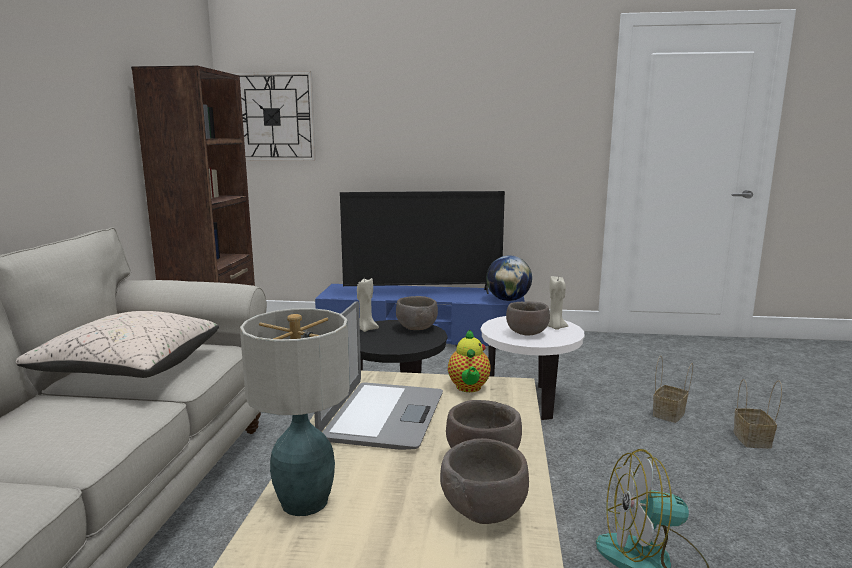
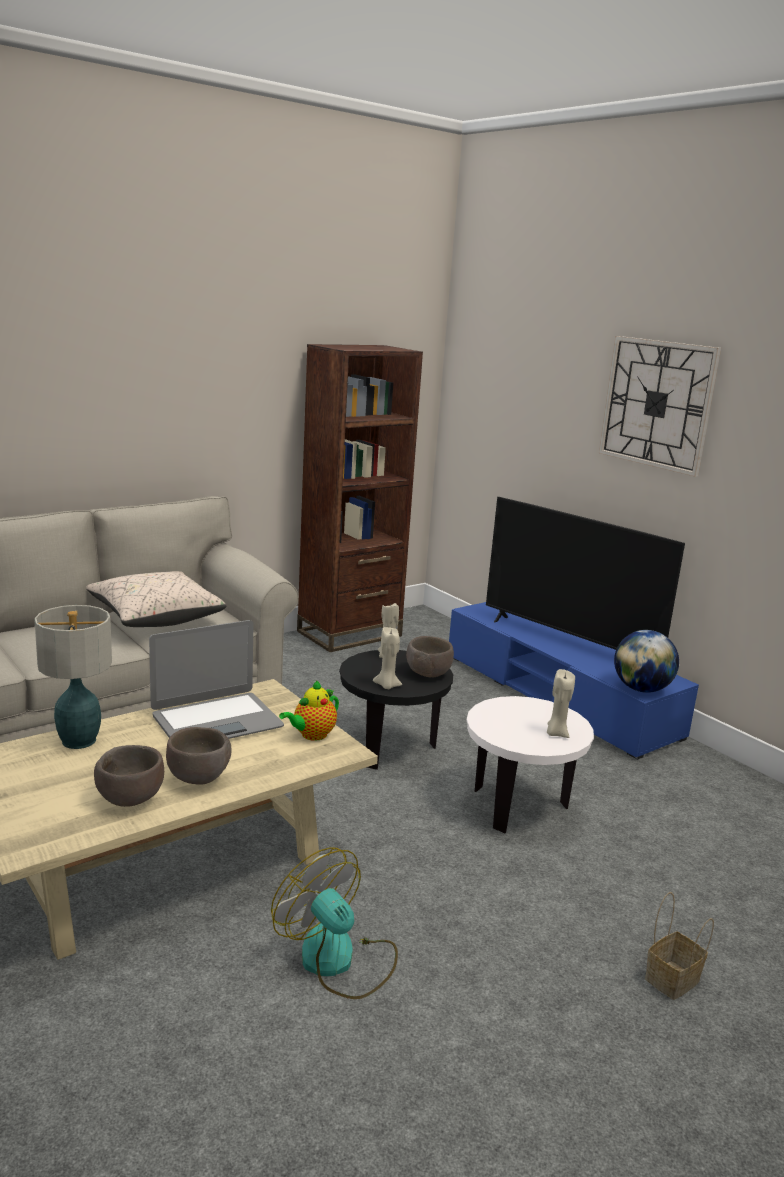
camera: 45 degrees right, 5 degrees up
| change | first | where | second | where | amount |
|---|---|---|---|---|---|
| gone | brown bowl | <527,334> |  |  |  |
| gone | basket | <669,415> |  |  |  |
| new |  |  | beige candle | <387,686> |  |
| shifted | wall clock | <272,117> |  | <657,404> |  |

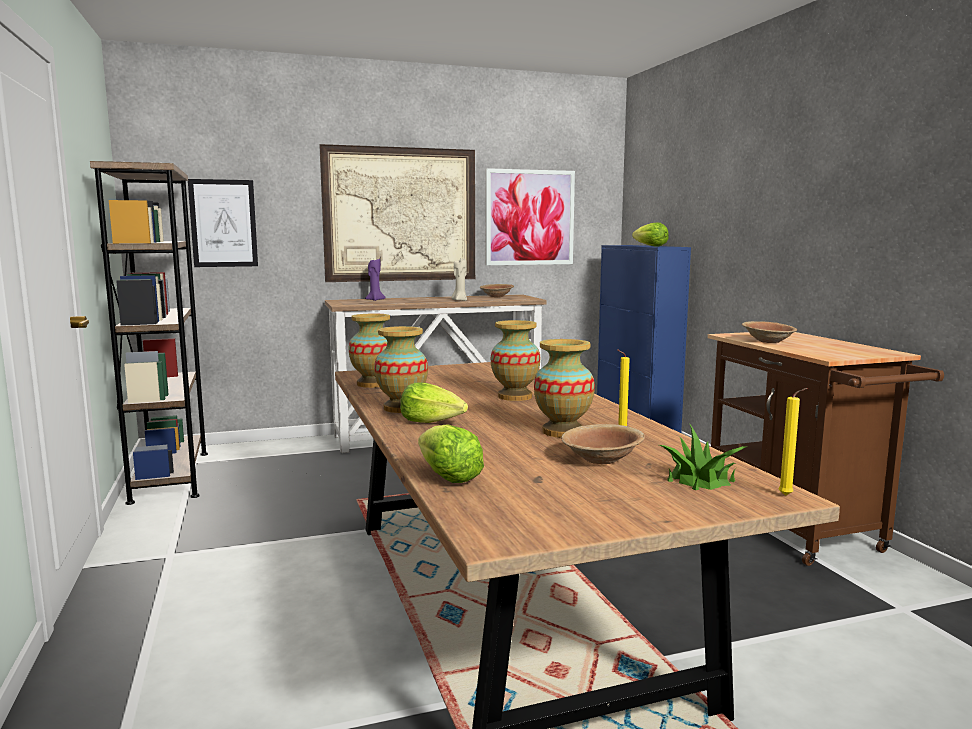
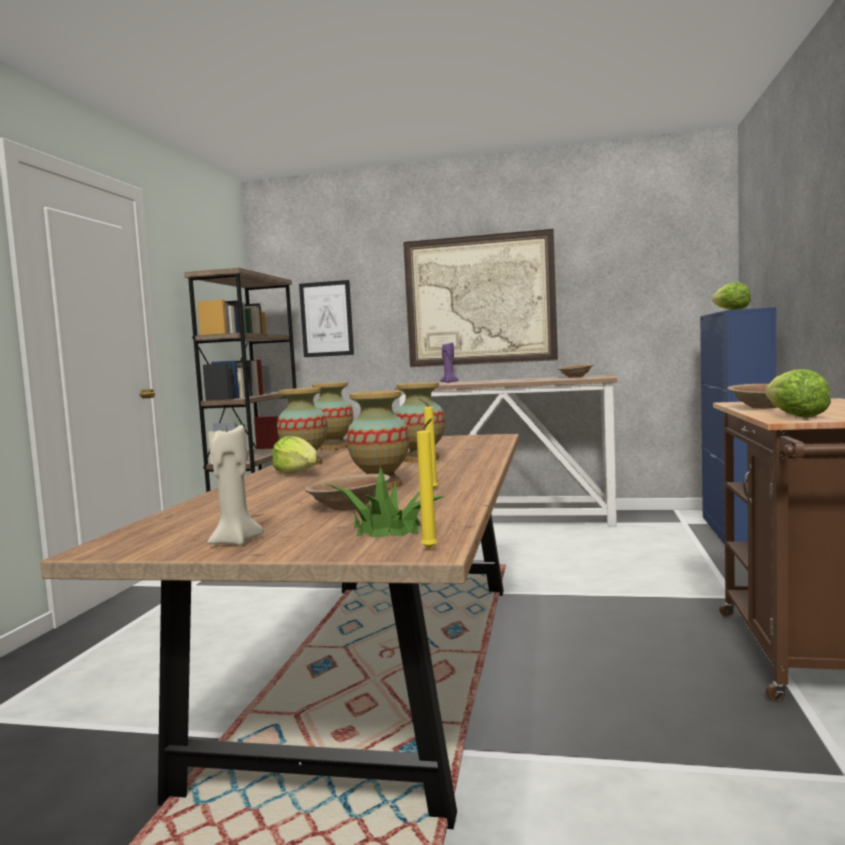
camera: 30 degrees right, 5 degrees down
| change | first | where | second | where | amount |
|---|---|---|---|---|---|
| gone | picture | <530,217> |  |  |  |
| shifted | lettuce | <448,477> |  | <794,416> |  |
| shifted | beige candle | <459,300> |  | <235,542> |  |

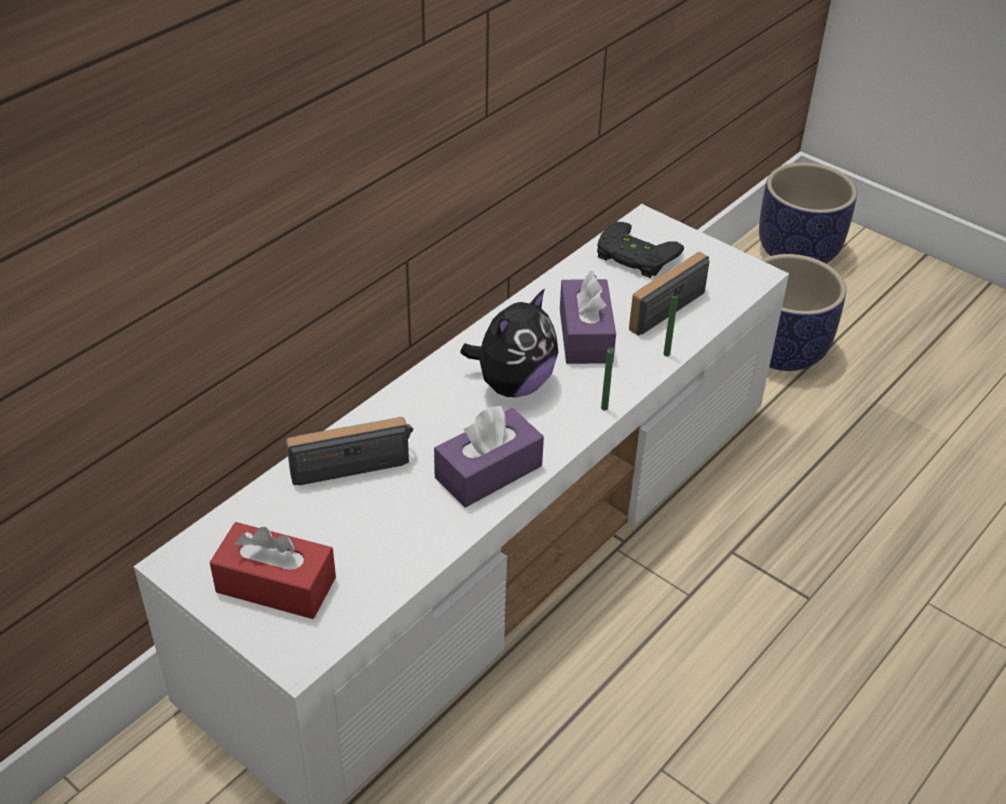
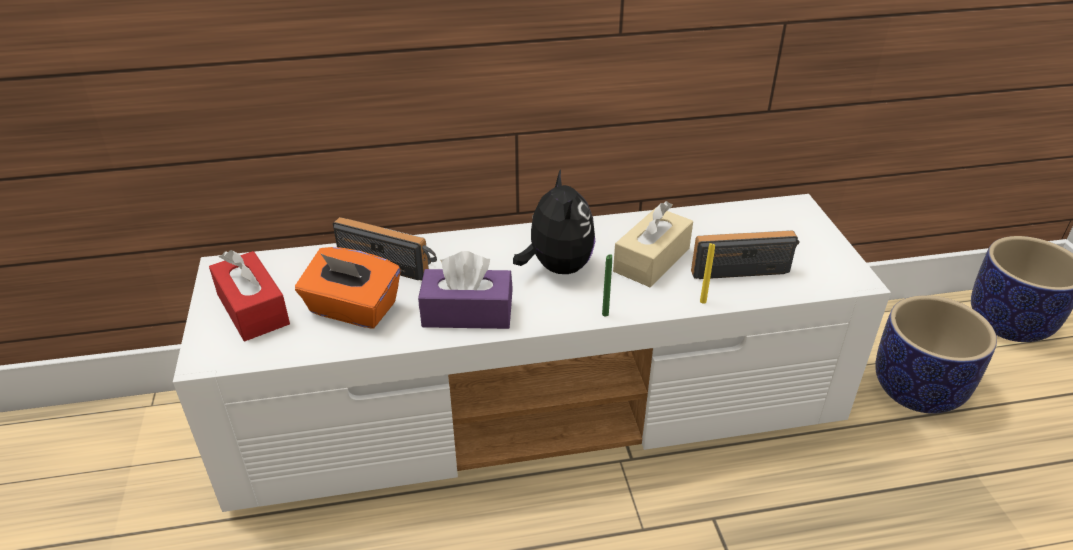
camera: 40 degrees right, 5 degrees down
| change | first | where | second | where | amount |
|---|---|---|---|---|---|
| gone | black game controller | <633,257> |  |  |  |
| new |  |  | orange tissue box | <352,309> |  |
| repainted | purple tissue box | <585,335> | beige tissue box | <651,260> |  |
| repainted | green candle | <666,354> | yellow candle | <703,301> |  |
| rotated | plush toy | <513,384> |  | <556,267> | 90 degrees counterclockwise |

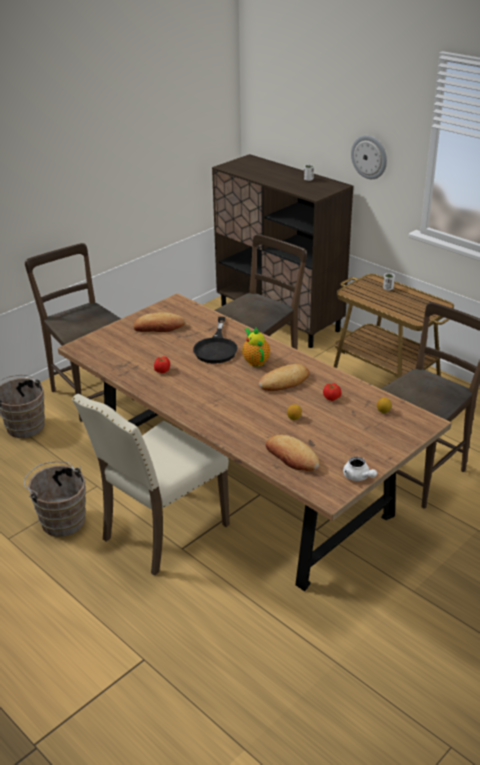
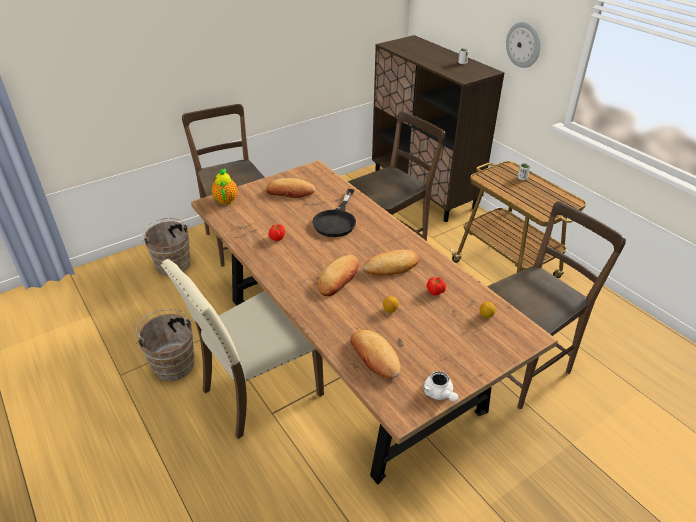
camera: 10 degrees right, 5 degrees up
| change | first | where | second | where | amount |
|---|---|---|---|---|---|
| new |  |  | bread | <339,278> |  |
| shifted | teapot | <255,361> |  | <226,199> |  |

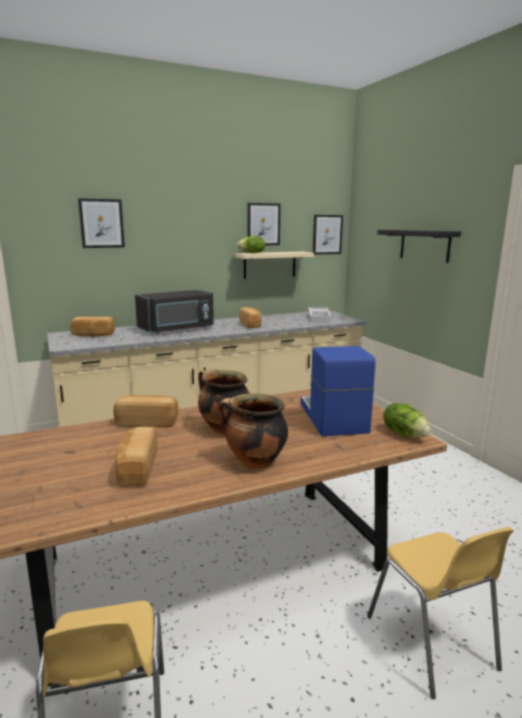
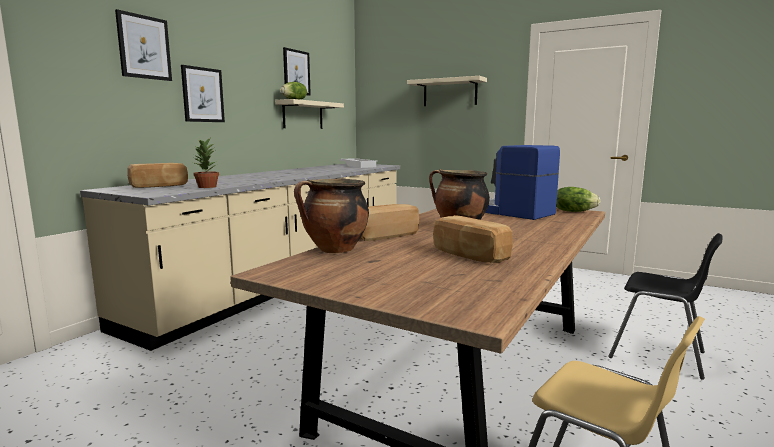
camera: 35 degrees left, 5 degrees down
| change | first | where | second | where | amount |
|---|---|---|---|---|---|
| gone | black microwave | <177,329> |  |  |  |
| gone | bread | <250,325> |  |  |  |
| new |  |  | potted plant | <207,187> |  |
| shifted | cooking pot | <254,462> |  | <334,250> |  |
| shifted | picture | <327,234> |  | <202,95> |  |
| repainted | yellow chair | <431,643> | black chair | <658,355> |  |
| repainted | black shelf | <424,245> | beige shelf | <450,92> |  |

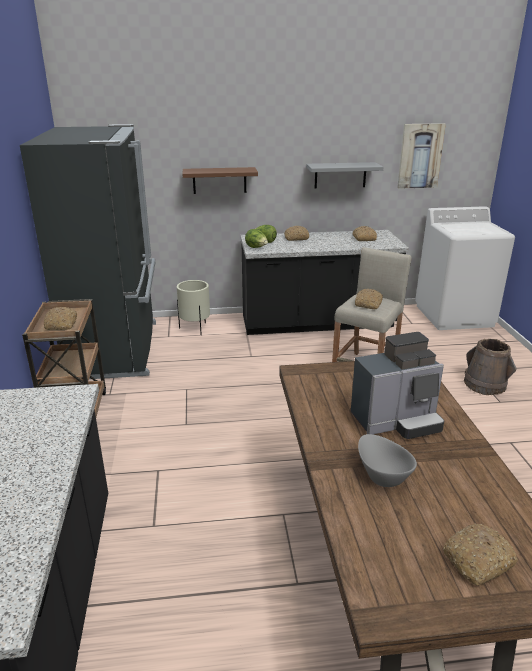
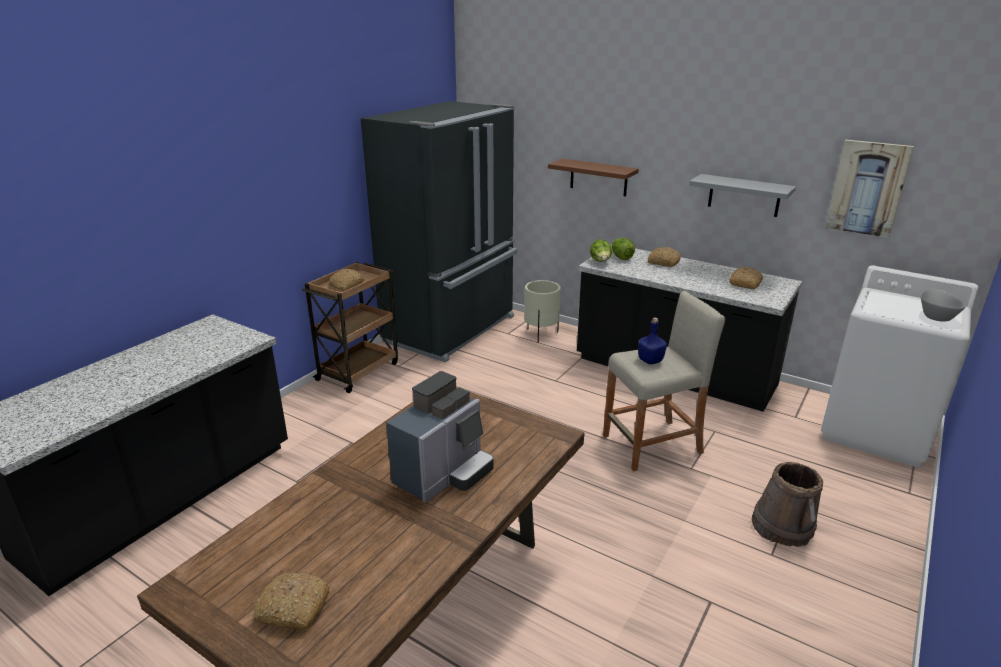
camera: 40 degrees right, 0 degrees up
| change | first | where | second | where | amount |
|---|---|---|---|---|---|
| shifted | grey bowl | <382,475> |  | <936,316> |  |
| swapped | bread | <368,304> | blue bottle | <650,361> |  |
| rotated | coffee machine | <397,421> |  | <444,474> | 75 degrees counterclockwise |

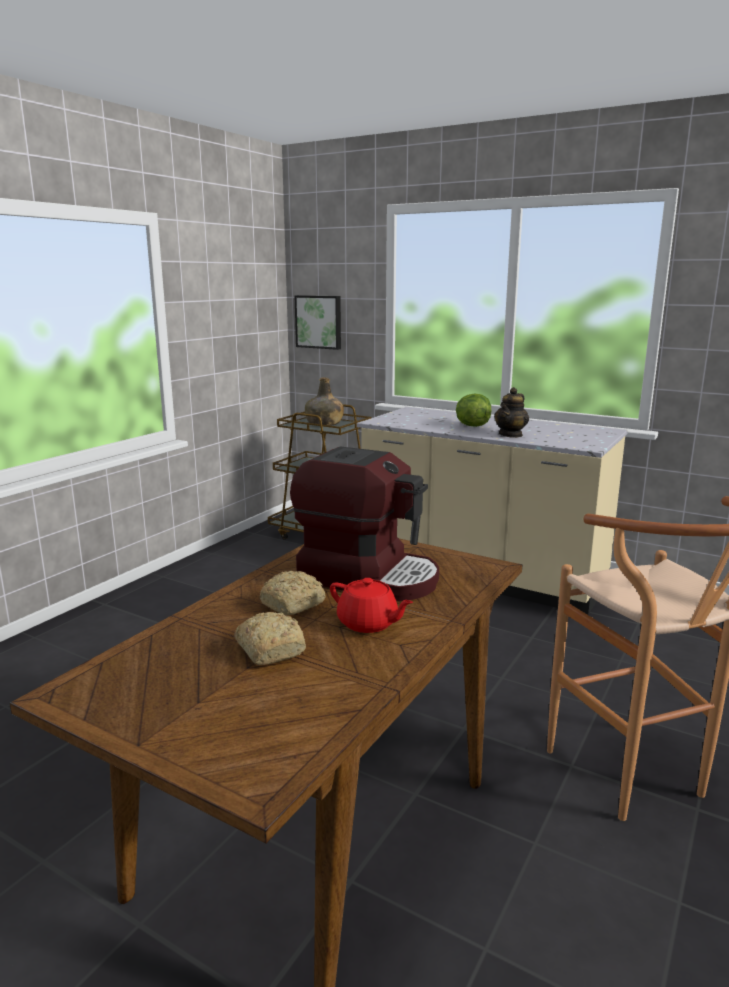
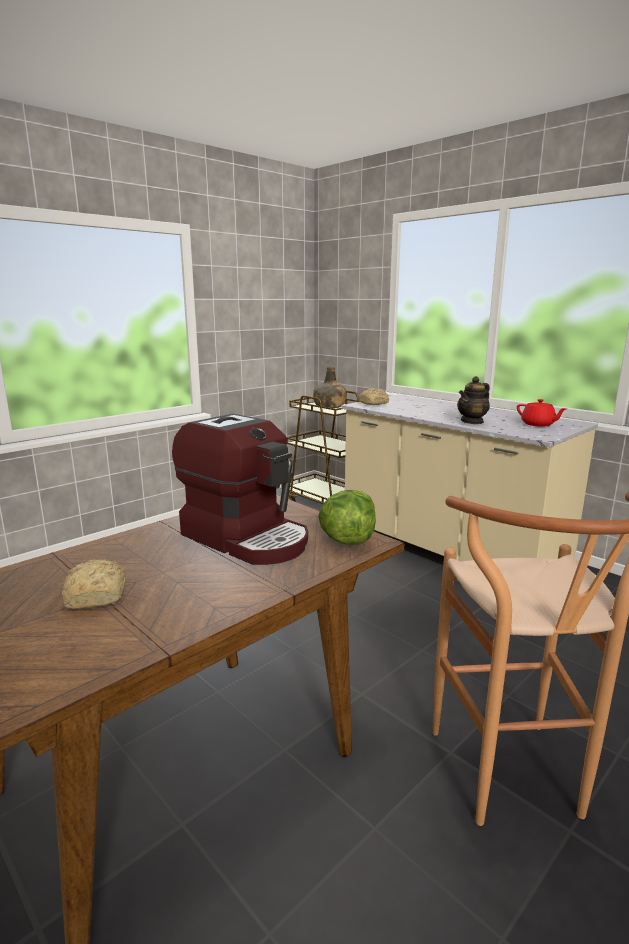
camera: 15 degrees right, 0 degrees up
| change | first | where | second | where | amount |
|---|---|---|---|---|---|
| gone | picture | <319,322> |  |  |  |
| shifted | bread | <294,604> |  | <374,403> |  |
| shifted | red teapot | <368,623> |  | <538,424> |  |
| shifted | lettuce | <472,425> |  | <347,540> |  |

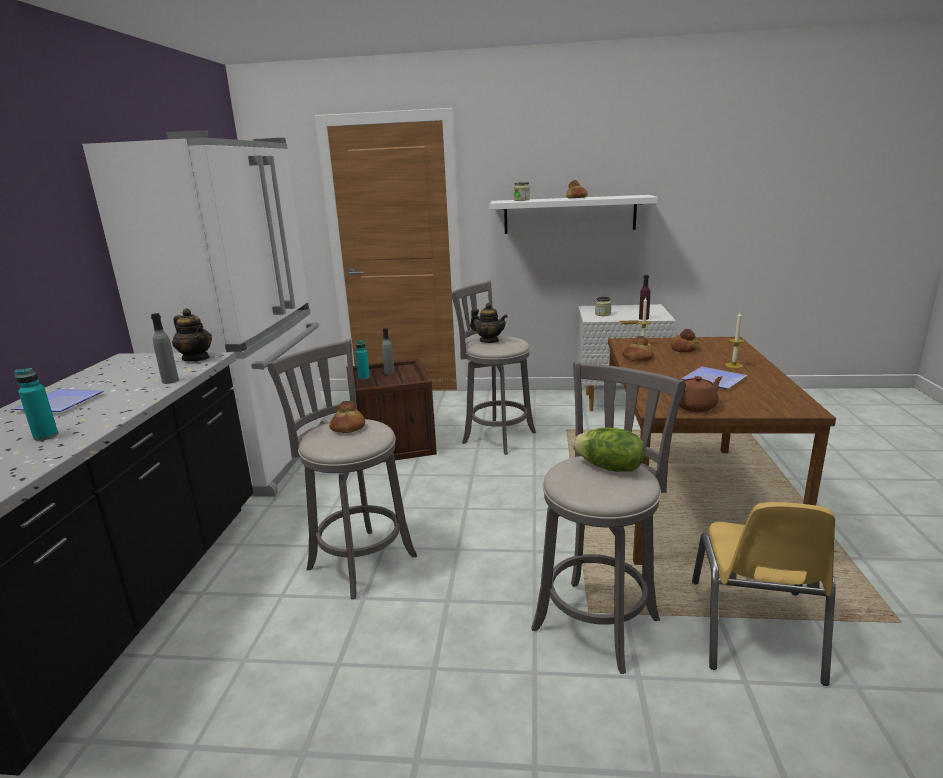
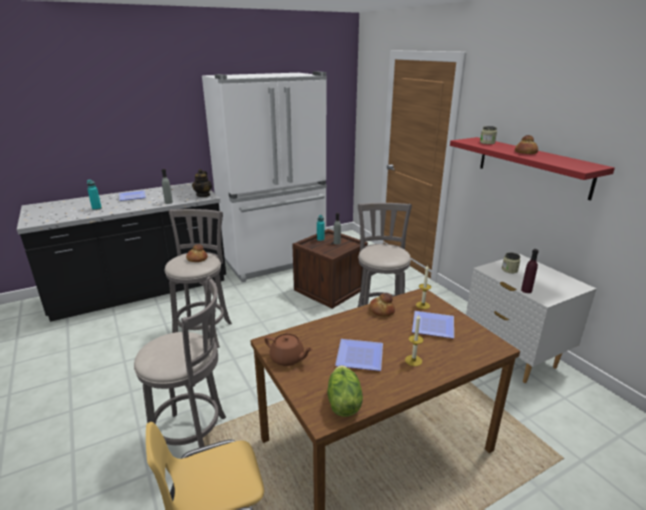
camera: 55 degrees right, 5 degrees up
| change | first | where | second | where | amount |
|---|---|---|---|---|---|
| gone | teapot | <489,341> |  |  |  |
| shifted | lettuce | <609,468> |  | <343,403> |  |
| swapped | bread | <685,349> | plate | <434,327> |  |
| repainted | white shelf | <569,214> | red shelf | <532,166> |  |

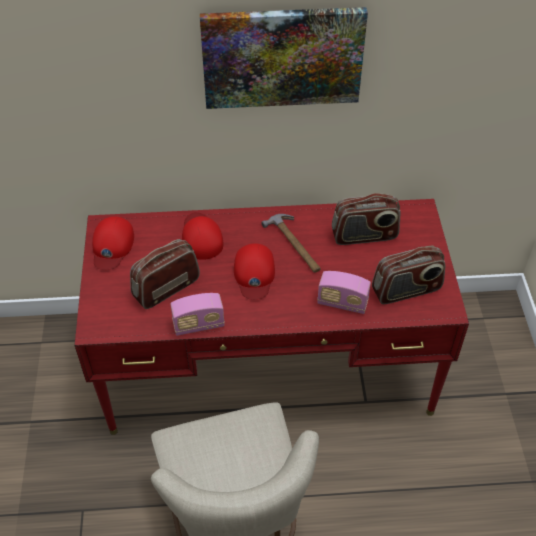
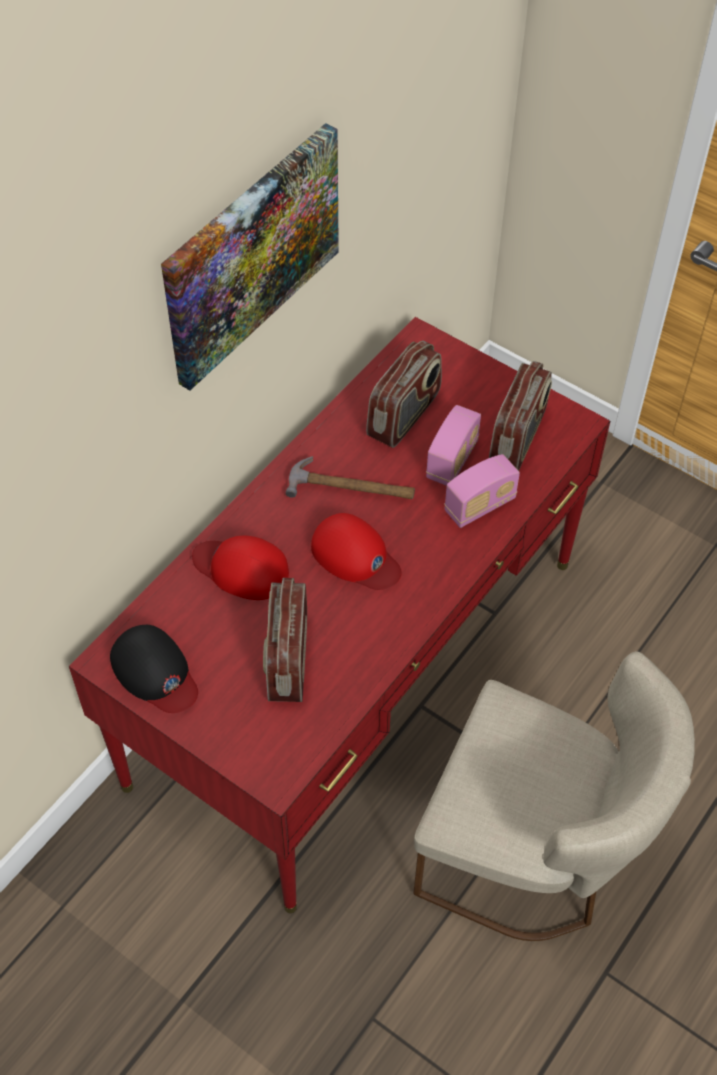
camera: 50 degrees left, 5 degrees up
| change | first | where | second | where | amount |
|---|---|---|---|---|---|
| shifted | radio | <198,325> |  | <452,460> |  |
| repainted | red cap | <112,246> | black cap | <155,672> |  |

